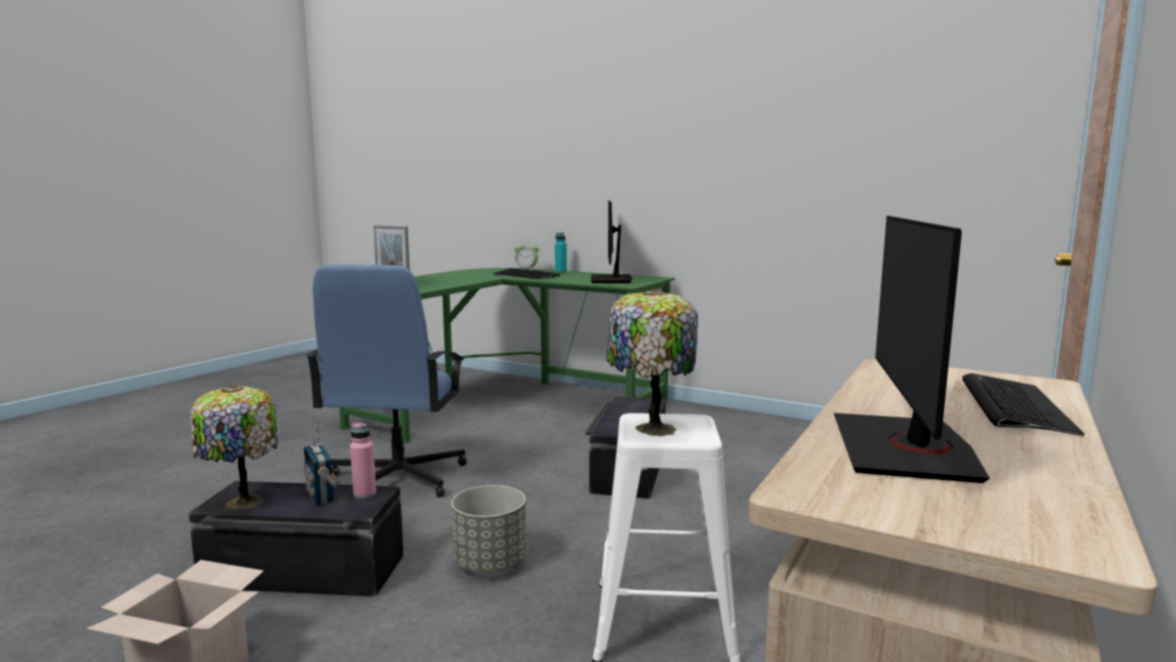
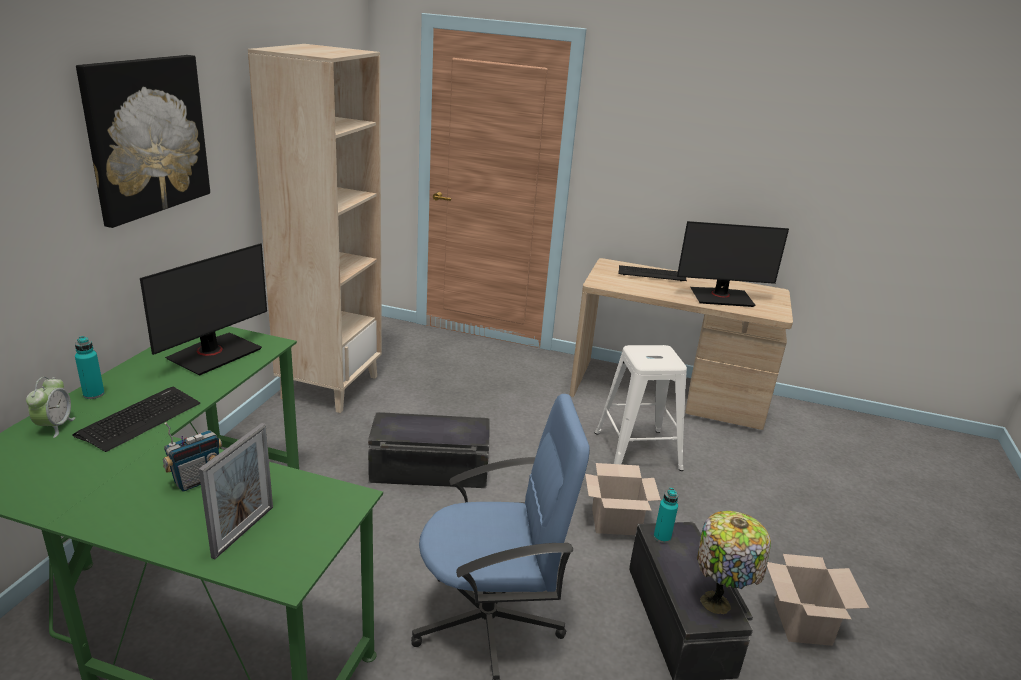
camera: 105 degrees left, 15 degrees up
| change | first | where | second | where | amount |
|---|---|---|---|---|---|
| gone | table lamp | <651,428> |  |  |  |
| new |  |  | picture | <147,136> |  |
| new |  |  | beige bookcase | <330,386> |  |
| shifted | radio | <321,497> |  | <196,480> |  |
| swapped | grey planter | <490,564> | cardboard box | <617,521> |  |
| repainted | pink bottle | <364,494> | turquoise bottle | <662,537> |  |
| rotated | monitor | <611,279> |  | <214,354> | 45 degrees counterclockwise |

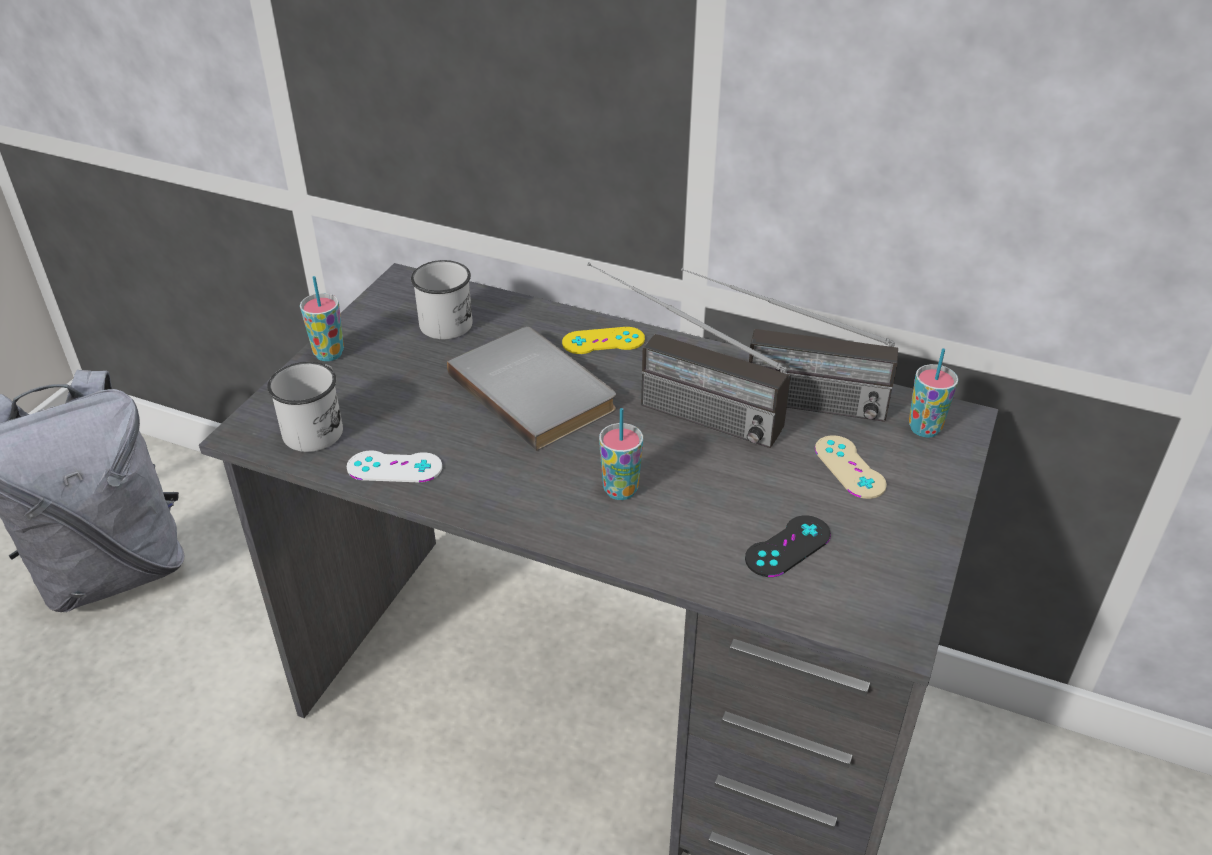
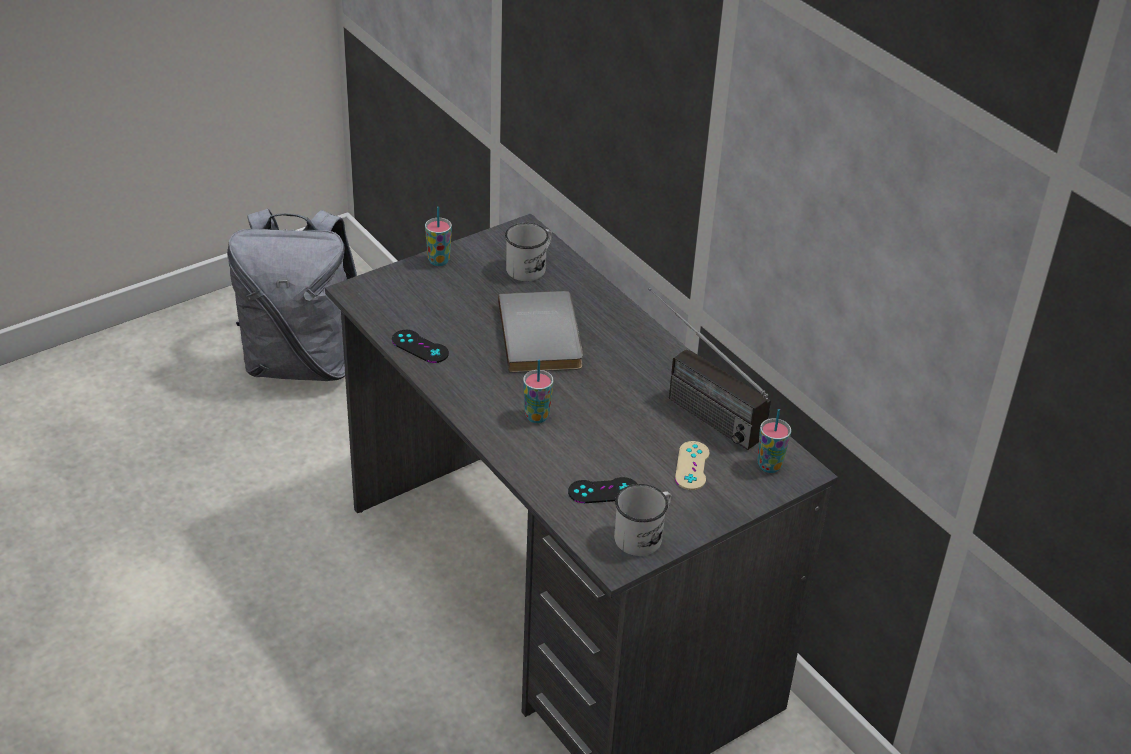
camera: 30 degrees right, 0 degrees up
| change | first | where | second | where | amount |
|---|---|---|---|---|---|
| gone | yellow game controller | <603,341> |  |  |  |
| gone | radio | <674,407> |  |  |  |
| shifted | white mug | <317,426> |  | <644,535> |  |
| repainted | white game controller | <394,467> | black game controller | <420,347> |  |

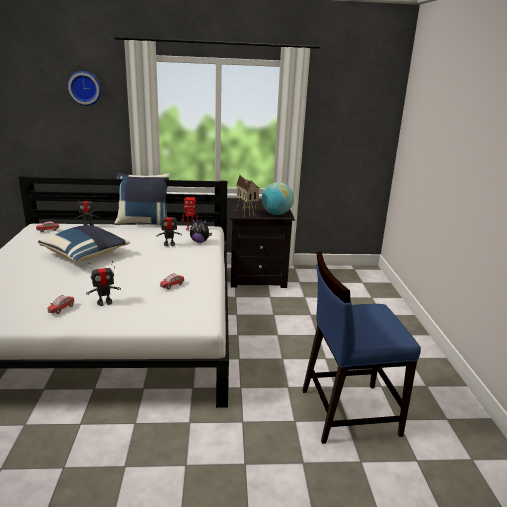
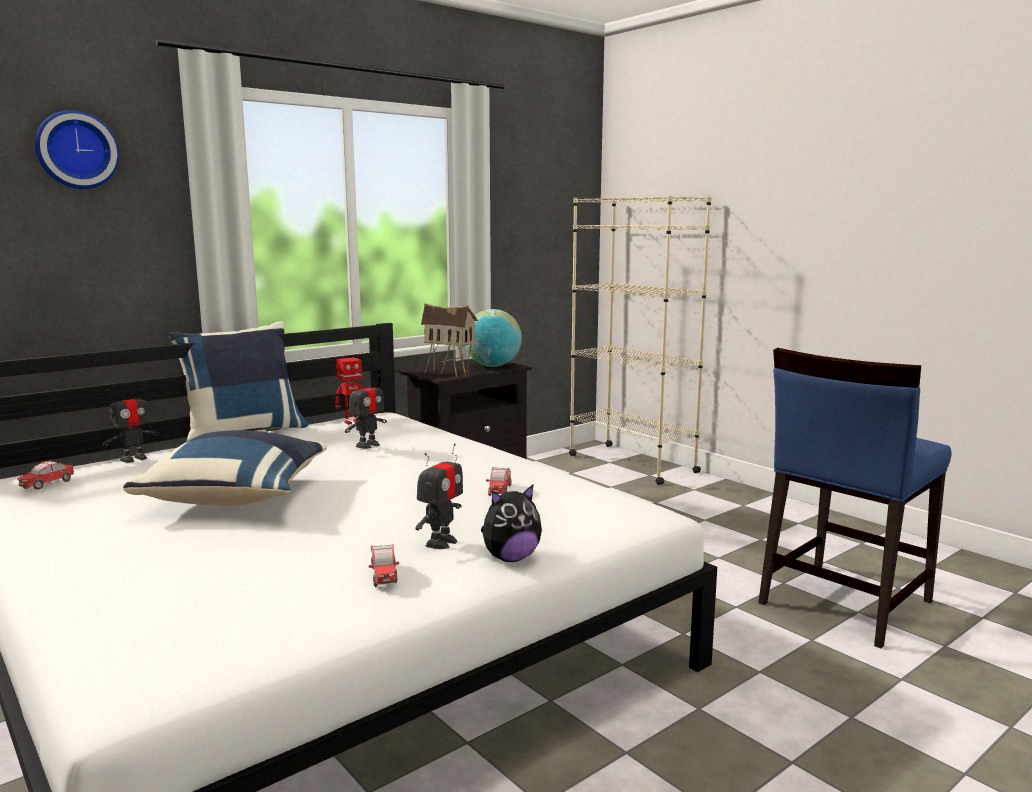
camera: 35 degrees left, 10 degrees down
| change | first | where | second | where | amount |
|---|---|---|---|---|---|
| new |  |  | beige bookcase | <631,463> |  |
| shifted | plush toy | <199,241> |  | <510,558> |  |

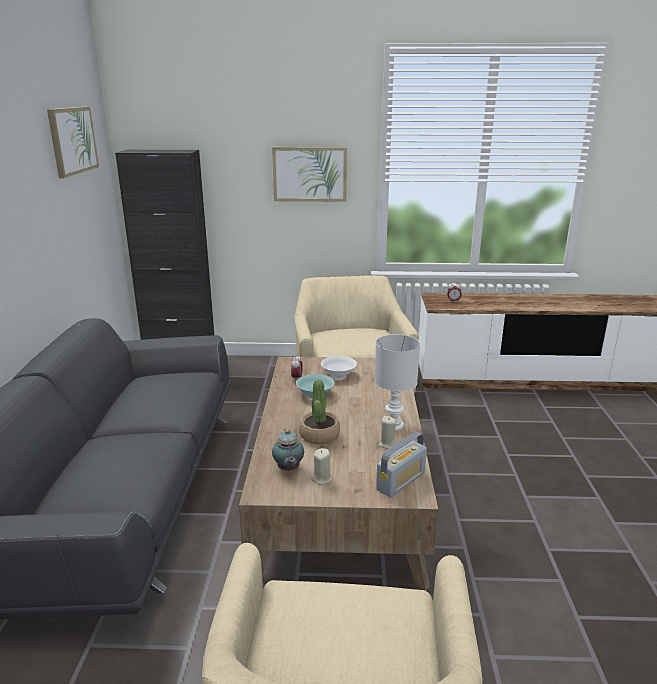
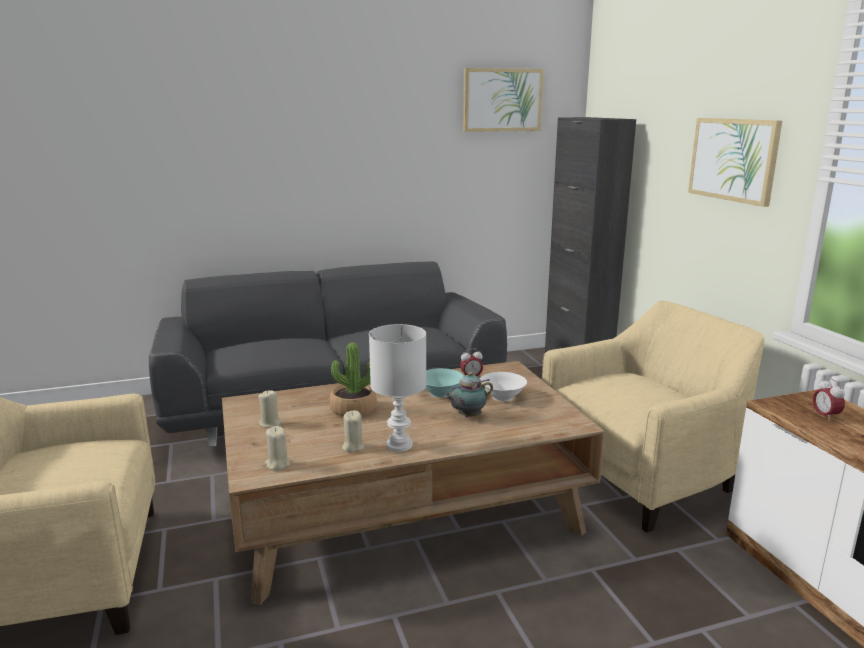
camera: 70 degrees right, 5 degrees down
| change | first | where | second | where | amount |
|---|---|---|---|---|---|
| shifted | teapot | <288,469> |  | <468,416> |  |
| swapped | radio | <401,481> | beige candle | <277,464> |  |

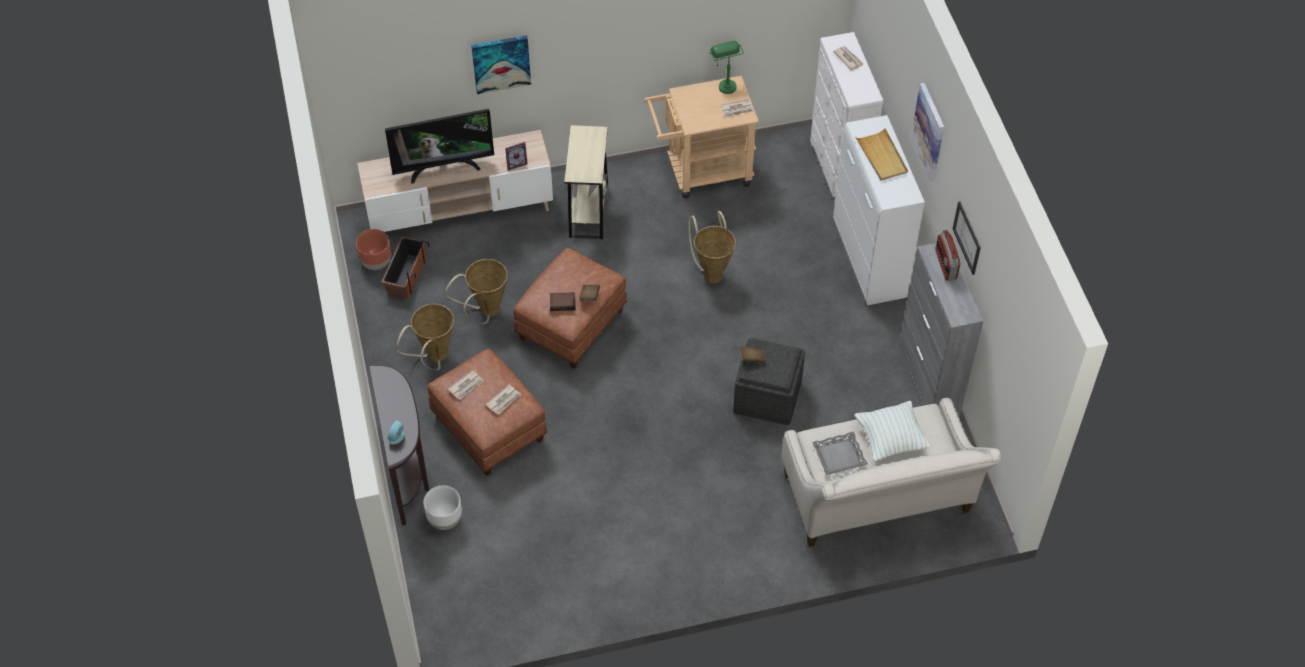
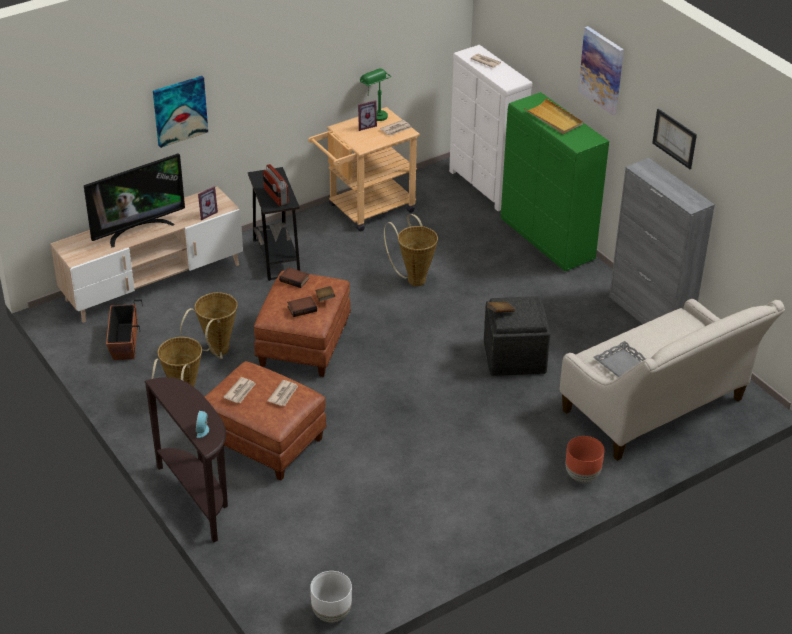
camera: 20 degrees left, 15 degrees down
| change | first | where | second | where | amount |
|---|---|---|---|---|---|
| gone | pillow | <890,439> |  |  |  |
| new |  |  | book | <295,279> |  |
| new |  |  | picture frame | <365,126> |  |
| shifted | brown planter | <376,263> |  | <582,476> |  |
| shifted | white planter | <444,520> |  | <331,613> |  |
| shifted | radio | <945,264> |  | <275,196> |  |
| repainted | beige side table | <588,210> | black side table | <276,257> |  |
| repainted | white cabinet | <869,260> | green cabinet | <547,241> |  |

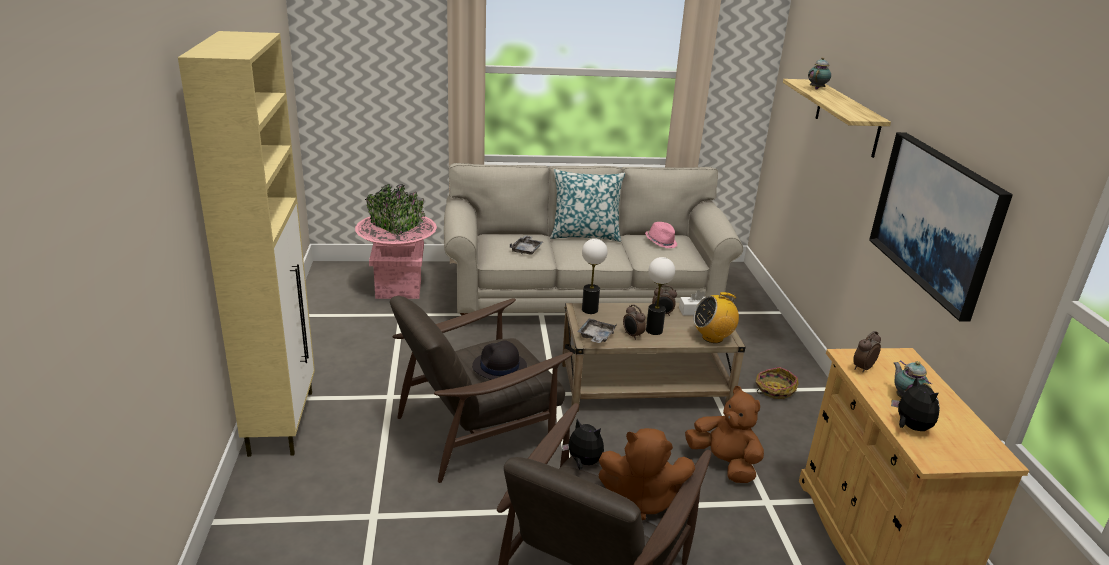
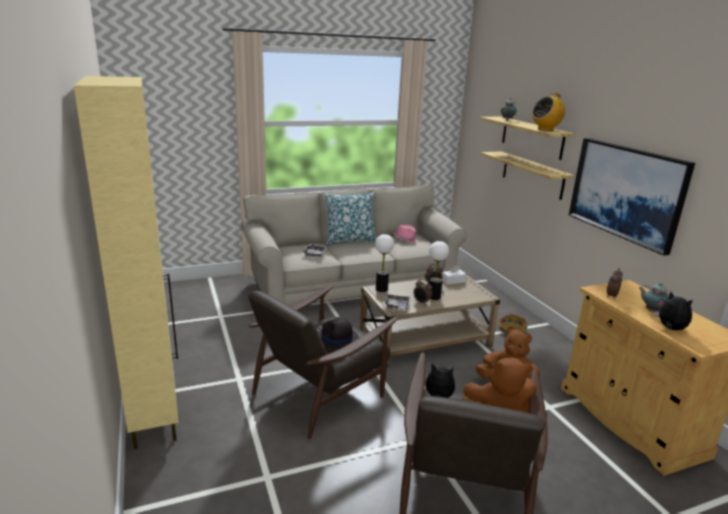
camera: 15 degrees left, 5 degrees down
| change | first | where | second | where | amount |
|---|---|---|---|---|---|
| gone | pink planter | <399,288> |  |  |  |
| new |  |  | shelf | <532,175> |  |
| shifted | radio | <713,337> |  | <545,129> |  |

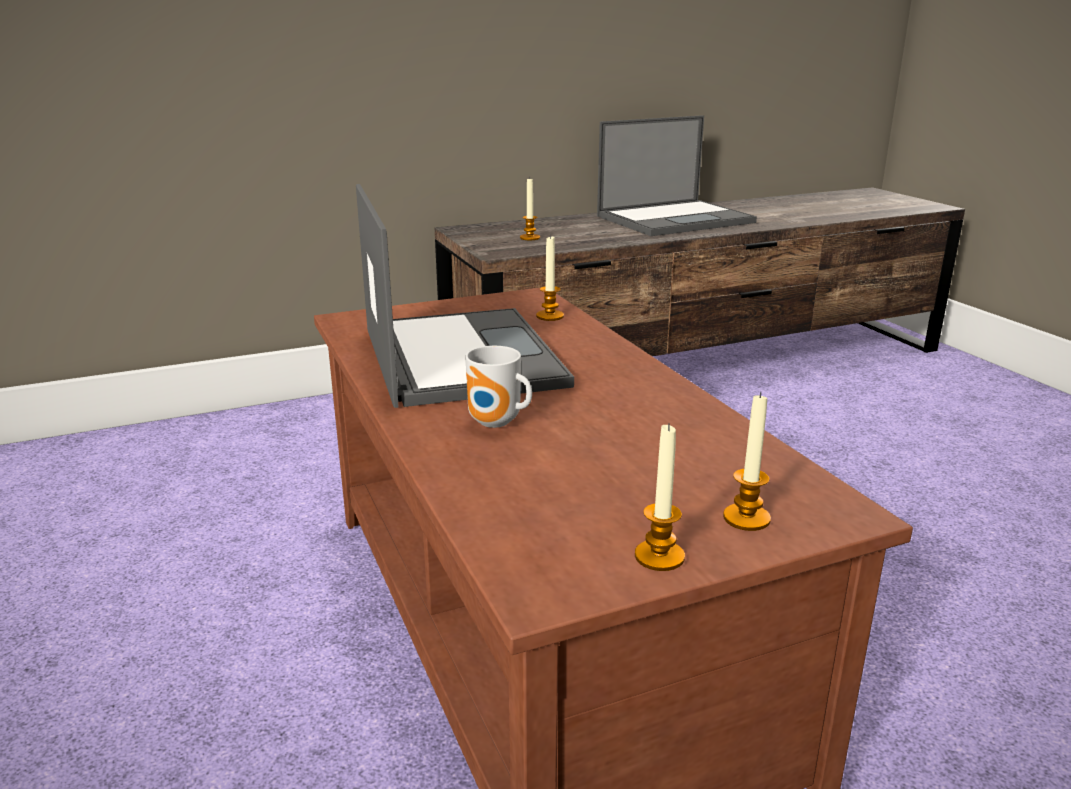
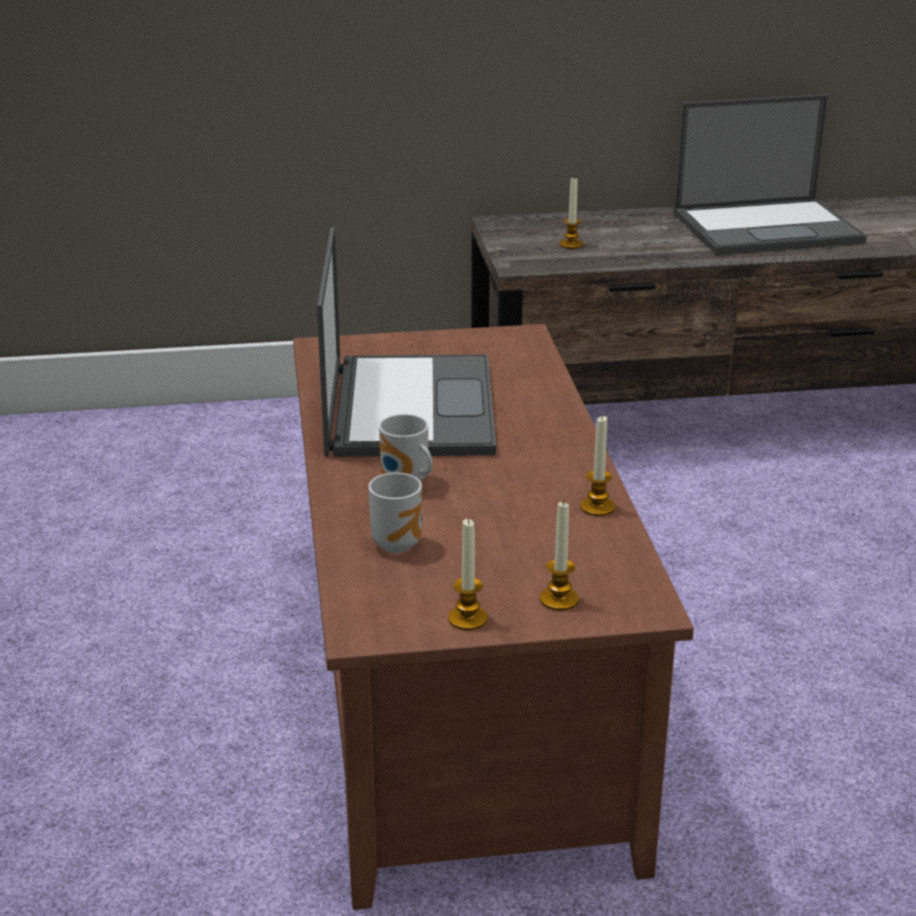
camera: 15 degrees right, 5 degrees up
| change | first | where | second | where | amount |
|---|---|---|---|---|---|
| new |  |  | mug | <399,543> |  |
| shifted | candle | <550,316> |  | <597,507> |  |

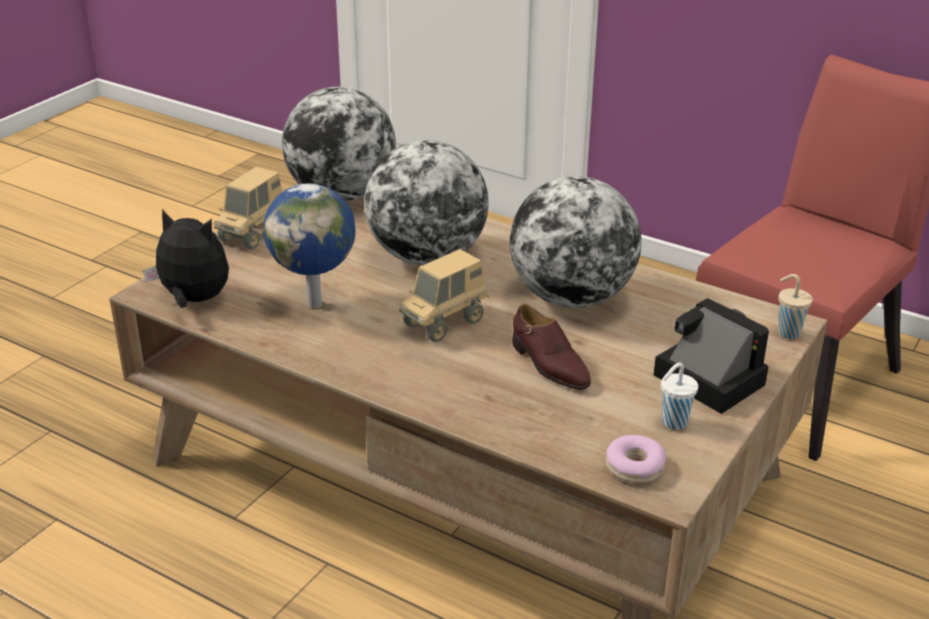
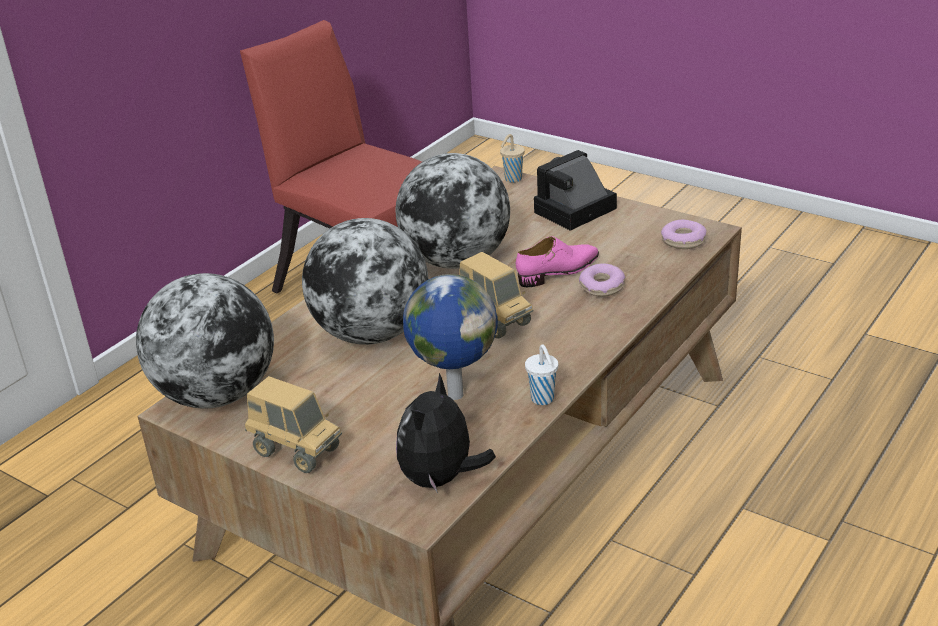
camera: 85 degrees left, 0 degrees up
| change | first | where | second | where | amount |
|---|---|---|---|---|---|
| new |  |  | donut | <601,287> |  |
| shifted | white cup | <673,423> |  | <543,399> |  |
| repainted | brown shoe | <549,365> | pink shoe | <559,271> |  |

